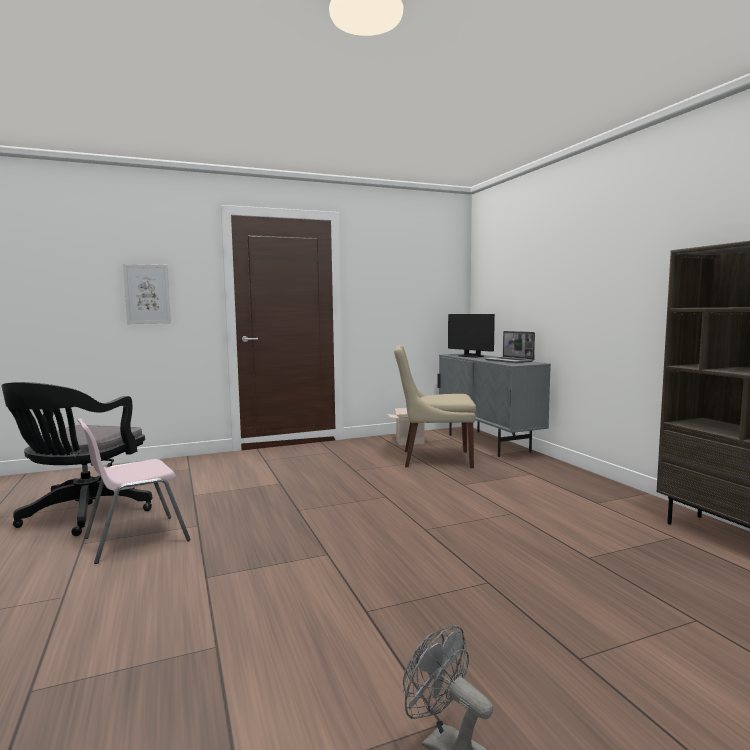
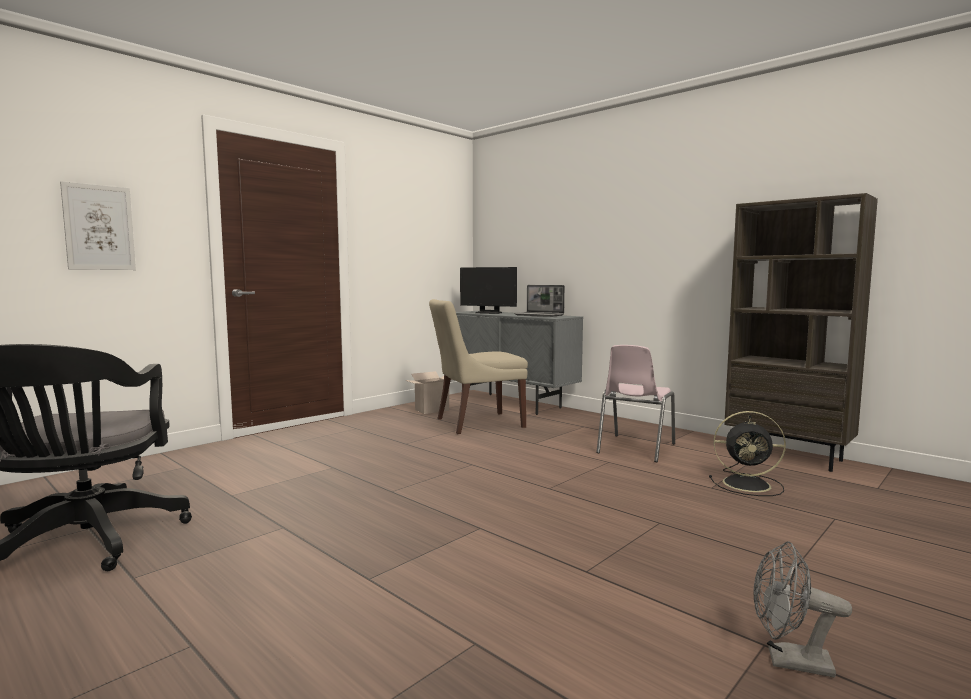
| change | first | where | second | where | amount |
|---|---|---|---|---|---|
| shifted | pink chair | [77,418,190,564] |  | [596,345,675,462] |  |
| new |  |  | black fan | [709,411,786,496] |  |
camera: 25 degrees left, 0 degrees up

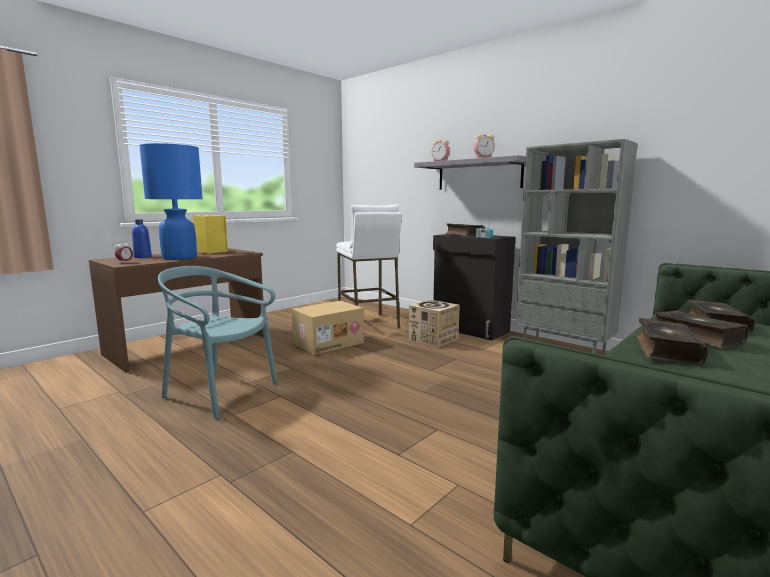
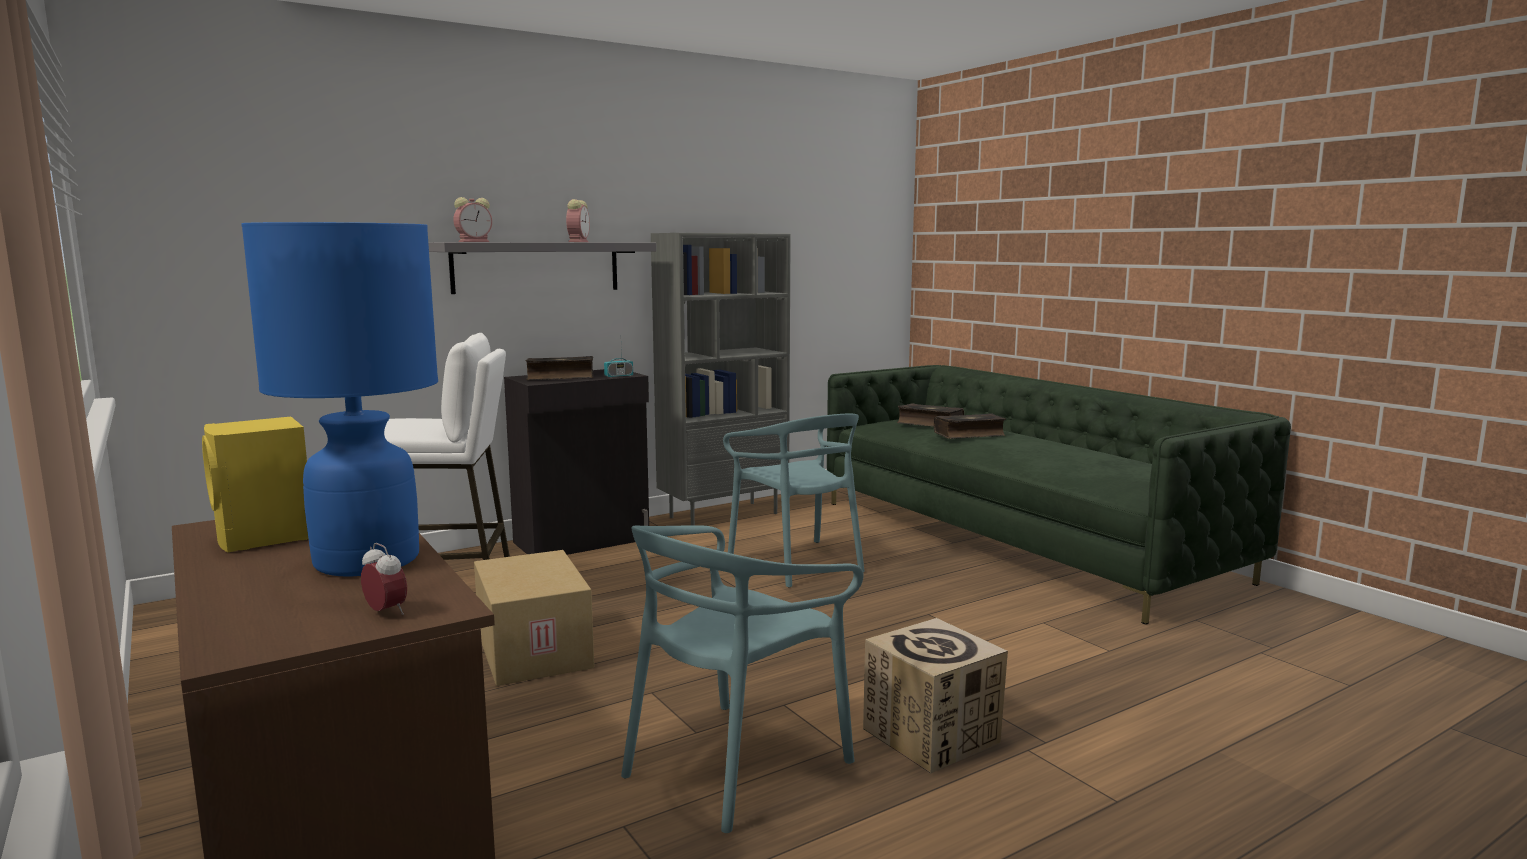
| change | first | where | second | where | amount |
|---|---|---|---|---|---|
| new |  |  | turquoise chair | [723,414,865,588] |  |
| shifted | cardboard box | [409,300,460,347] |  | [863,618,1008,774] |  |
| gone | blue bottle | [132,219,152,258] |  |  |  |
| gone | book | [635,318,708,365] |  |  |  |
camera: 75 degrees left, 0 degrees up

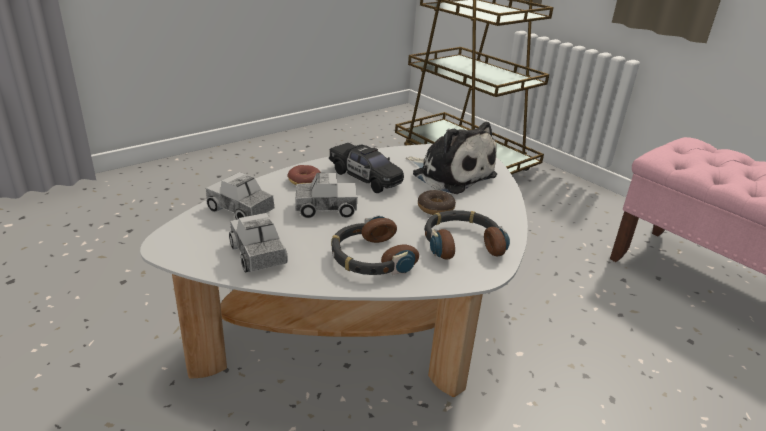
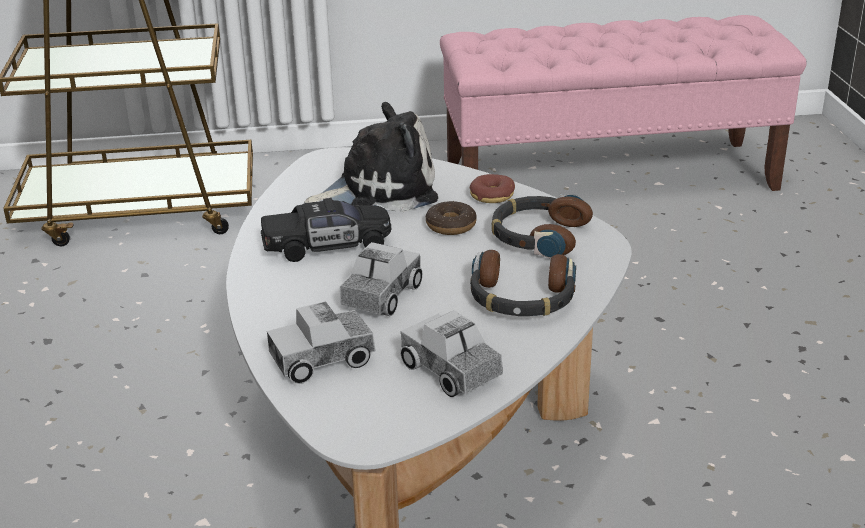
| change | first | where | second | where | amount |
|---|---|---|---|---|---|
| rotated | toy truck | [229,213,288,272] |  | [400,310,503,397] | 45 degrees clockwise |
| shifted | donut | [287,165,321,185] |  | [470,174,515,203] |  |
camera: 55 degrees left, 0 degrees up

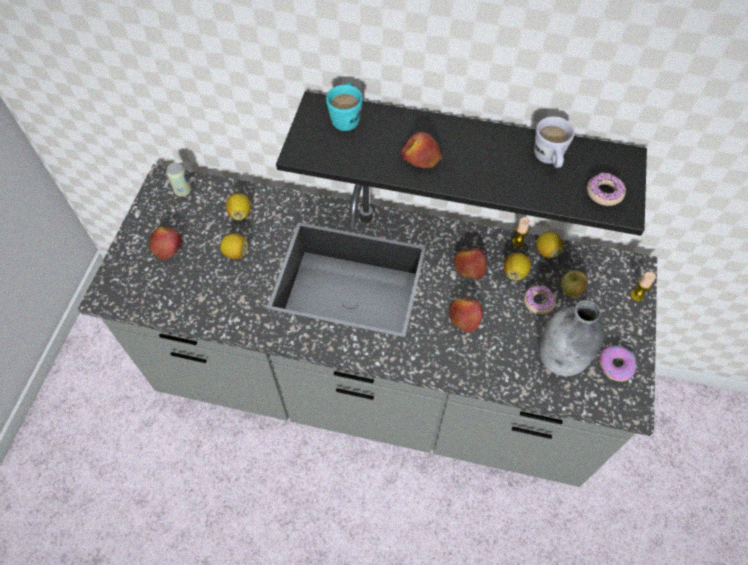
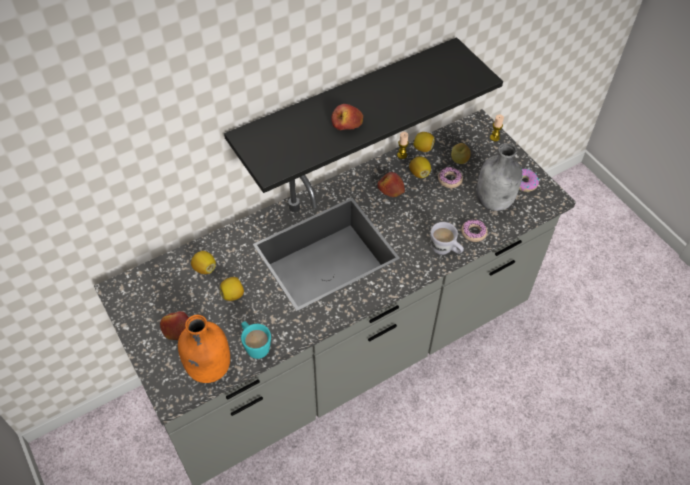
| change | first | where | second | where | amount |
|---|---|---|---|---|---|
| new |  |  | orange bottle | [178,315,230,383] |  |
| shifted | turquoise mug | [326,82,363,131] |  | [241,321,271,359] |  |
| shifted | white mug | [534,116,575,168] |  | [430,222,464,255] |  |
| shifted | donut | [587,173,626,206] |  | [461,219,488,242] |  |
| gone | can | [166,162,192,197] |  |  |  |
| gone | apple | [449,298,483,333] |  |  |  |
camera: 45 degrees left, 5 degrees down

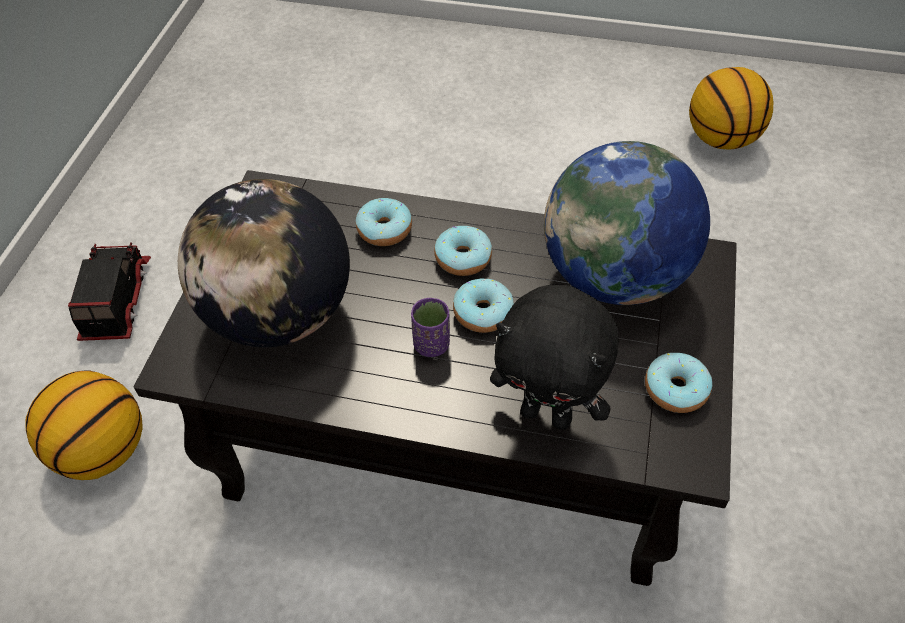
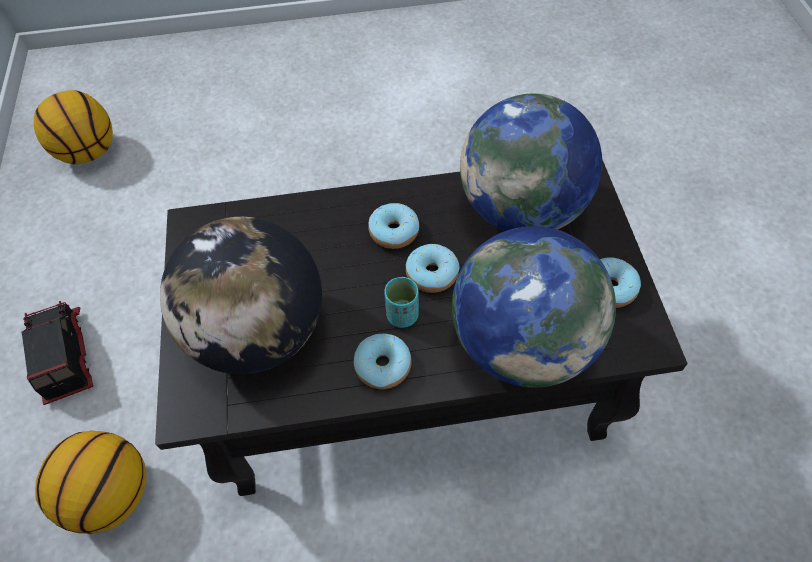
| change | first | where | second | where | amount |
|---|---|---|---|---|---|
| shifted | basketball | [689,67,773,150] |  | [34,90,113,165] |  |
| shifted | donut | [355,198,412,246] |  | [354,333,412,389] |  |
| repainted | purple cup | [411,298,450,357] | turquoise cup | [384,277,419,328] |  |
| swapped | black plush toy | [490,284,619,430] | globe | [452,226,616,388] |  |
camera: 20 degrees left, 5 degrees up

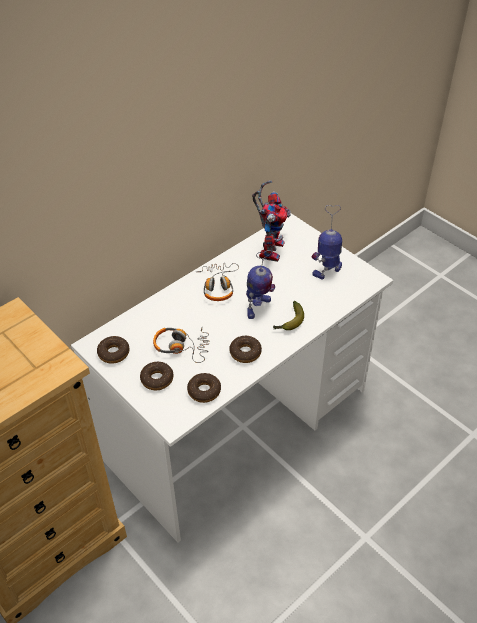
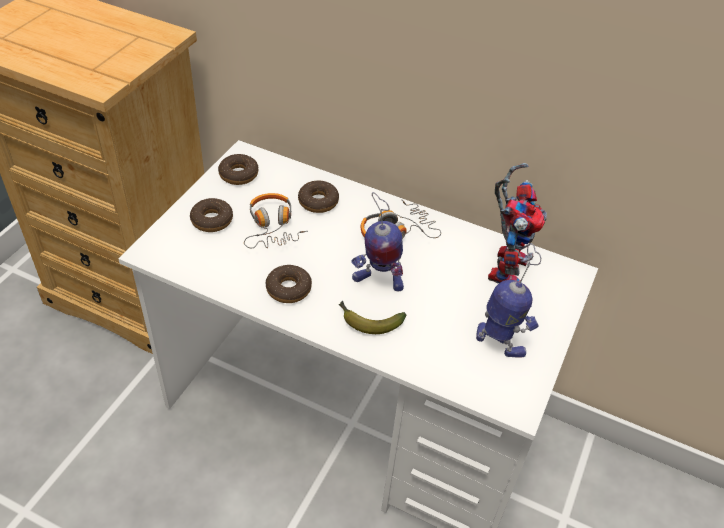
| change | first | where | second | where | amount |
|---|---|---|---|---|---|
| shifted | donut | [187,373,221,403] |  | [298,180,339,213] |  |
| rotated | toy robot | [252,180,291,262] |  | [488,163,547,284] | 60 degrees counterclockwise |
camera: 65 degrees right, 0 degrees up

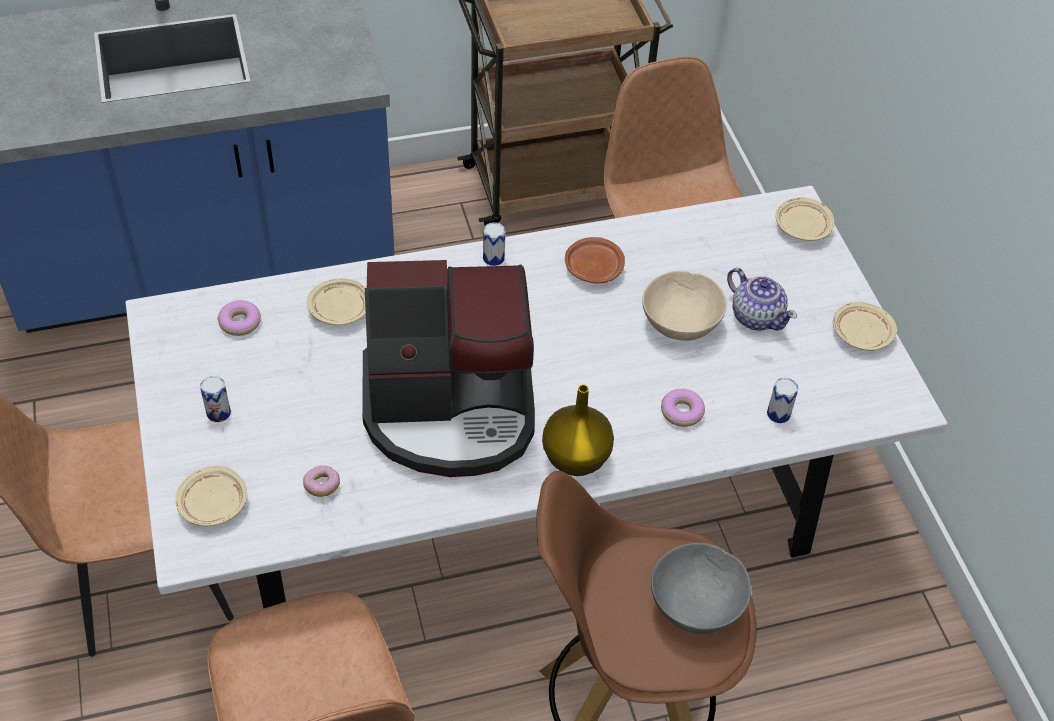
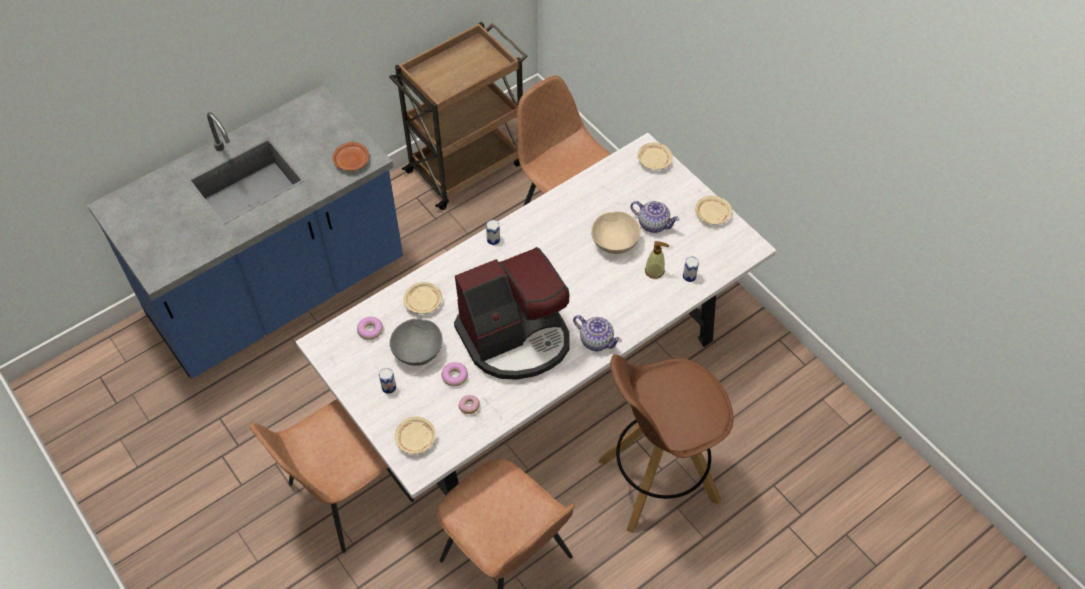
| change | first | where | second | where | amount |
|---|---|---|---|---|---|
| shifted | brown plate | [565,237,625,283] |  | [332,142,369,171] |  |
| shifted | grey bowl | [651,543,751,634] |  | [390,319,442,366] |  |
| shifted | donut | [661,389,705,427] |  | [441,362,468,386] |  |
| swapped | yellow vase | [542,384,614,476] | teapot | [573,315,622,351] |  |
| new |  |  | soap dispenser | [645,241,669,279] |  |
camera: 20 degrees left, 5 degrees up

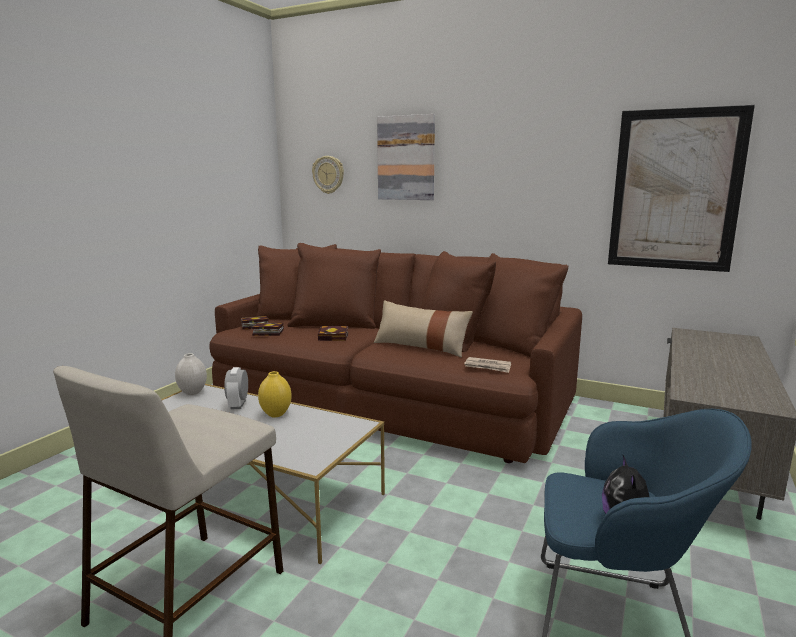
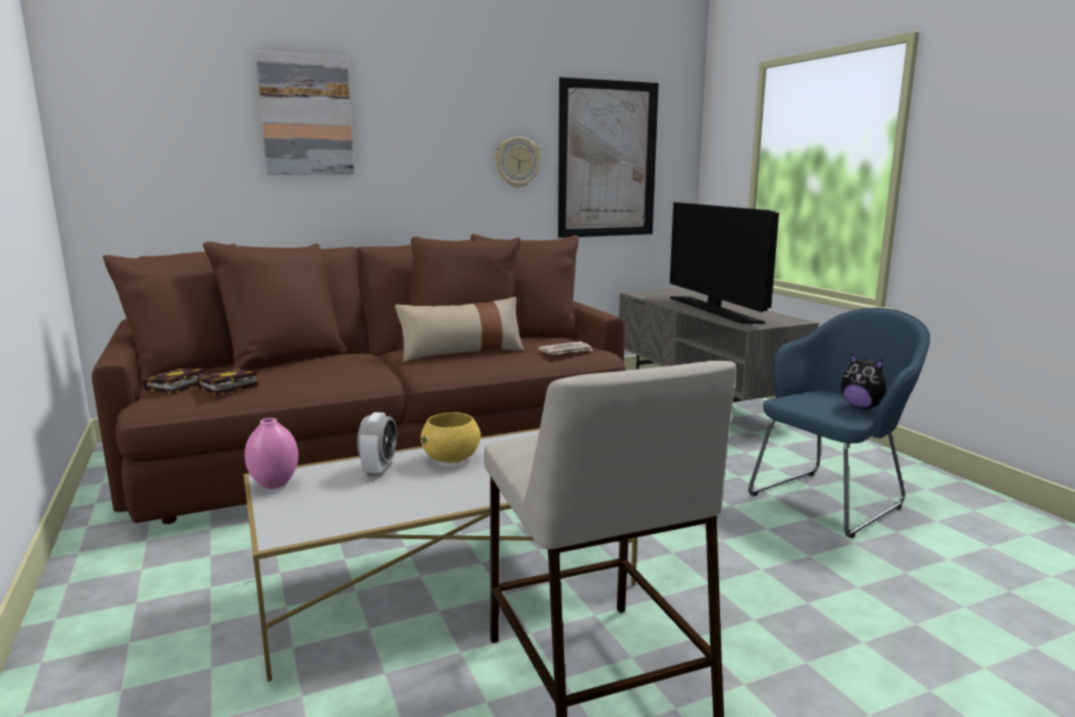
| change | first | where | second | where | amount |
|---|---|---|---|---|---|
| repainted | white vase | [175,353,207,395] | pink vase | [245,418,298,489] |  |
| rotated | alarm clock | [224,367,248,409] |  | [357,412,397,477] | 120 degrees counterclockwise |
| swapped | yellow vase | [258,371,292,417] | yellow bowl | [421,412,481,463] |  |
| shifted | wall clock | [312,156,344,194] |  | [495,137,541,188] |  |
| new |  |  | television | [670,202,779,324] |  |
| gone | book | [318,326,348,341] |  |  |  |
camera: 50 degrees left, 0 degrees up

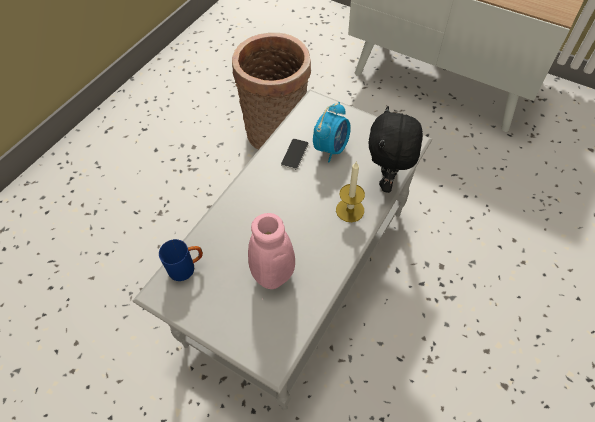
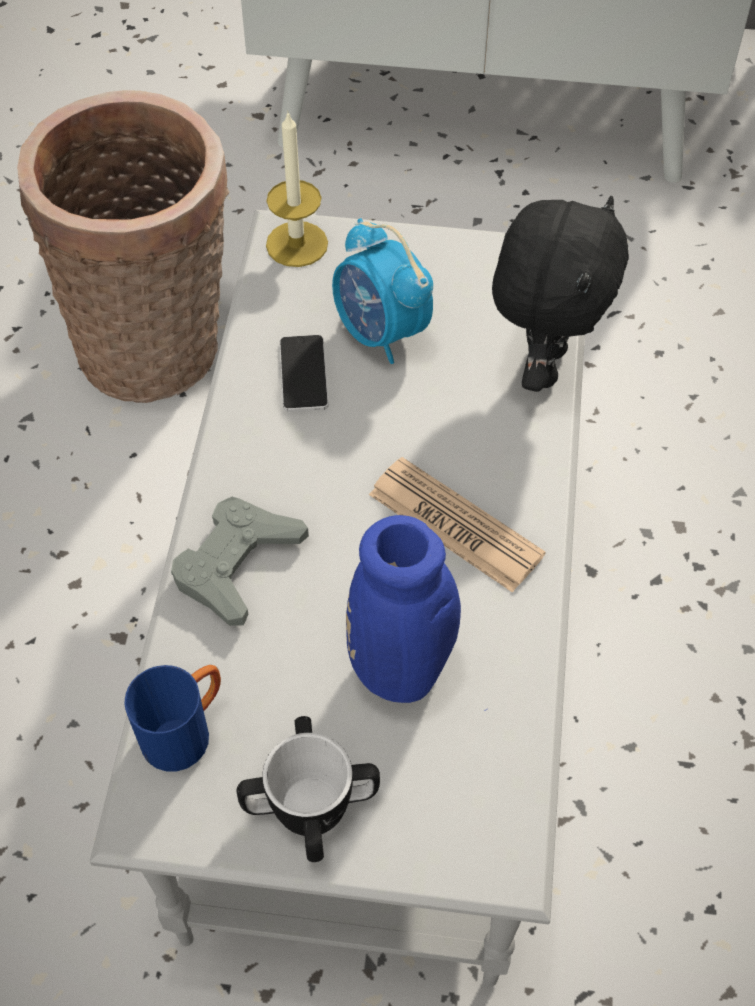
| change | first | where | second | where | amount |
|---|---|---|---|---|---|
| new |  |  | grey game controller | [171,497,309,626] |  |
| new |  |  | mug | [237,716,380,862] |  |
| shifted | candle | [336,161,365,222] |  | [266,110,328,267] |  |
| rotated | alarm clock | [313,102,351,163] |  | [332,218,433,364] | 135 degrees clockwise |
| repainted | pink vase | [248,213,295,289] | blue vase | [346,515,487,711] |  |
| new |  |  | newspaper | [369,457,546,593] |  |
| rotated | black plush toy | [368,106,423,193] |  | [492,196,629,392] | 150 degrees counterclockwise |
camera: 25 degrees left, 0 degrees up

